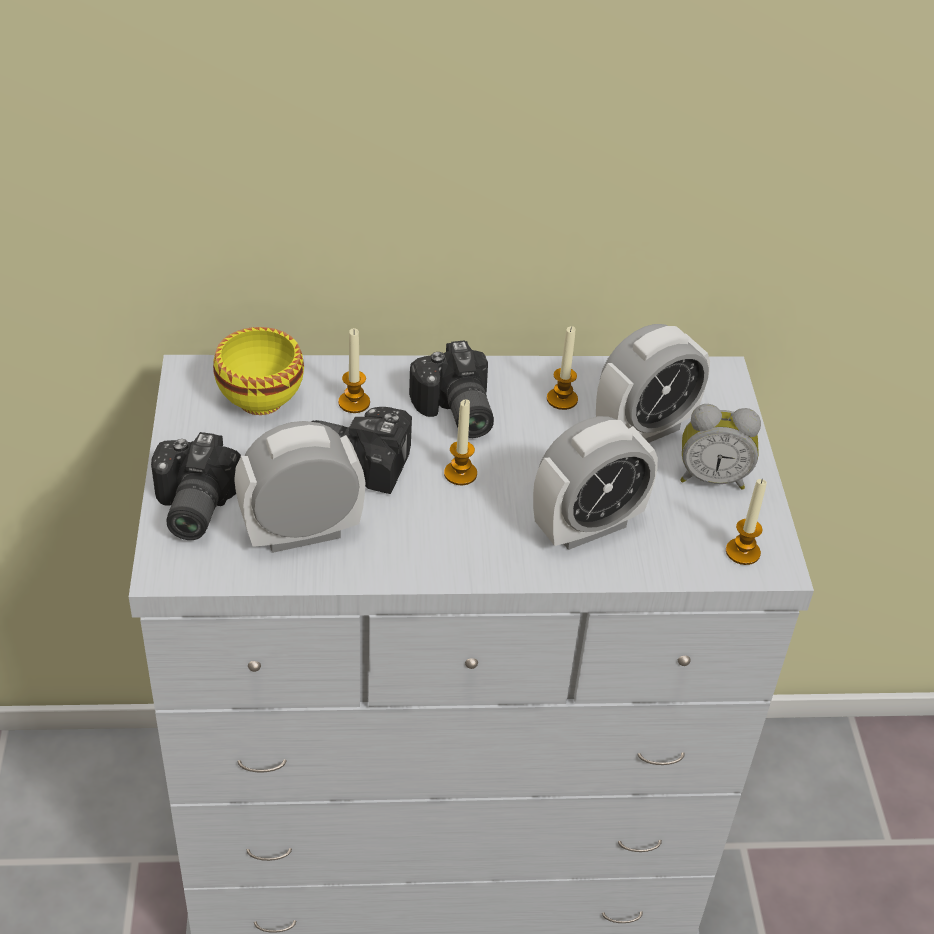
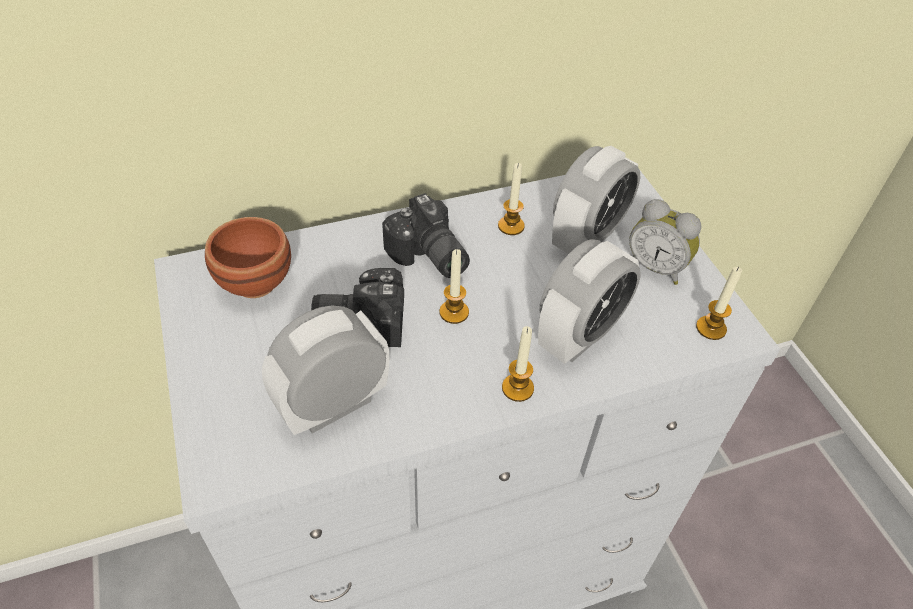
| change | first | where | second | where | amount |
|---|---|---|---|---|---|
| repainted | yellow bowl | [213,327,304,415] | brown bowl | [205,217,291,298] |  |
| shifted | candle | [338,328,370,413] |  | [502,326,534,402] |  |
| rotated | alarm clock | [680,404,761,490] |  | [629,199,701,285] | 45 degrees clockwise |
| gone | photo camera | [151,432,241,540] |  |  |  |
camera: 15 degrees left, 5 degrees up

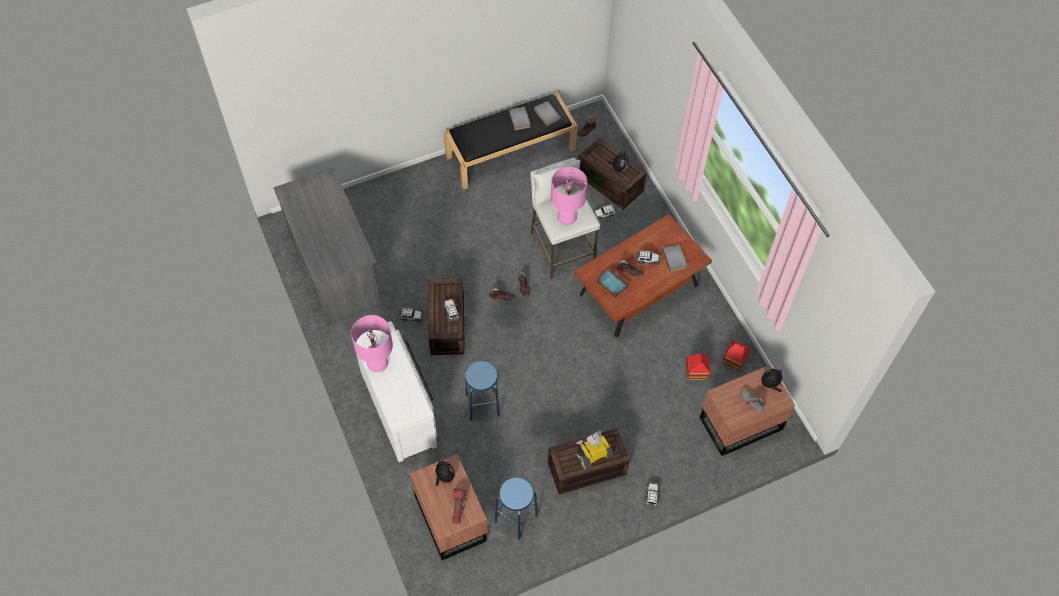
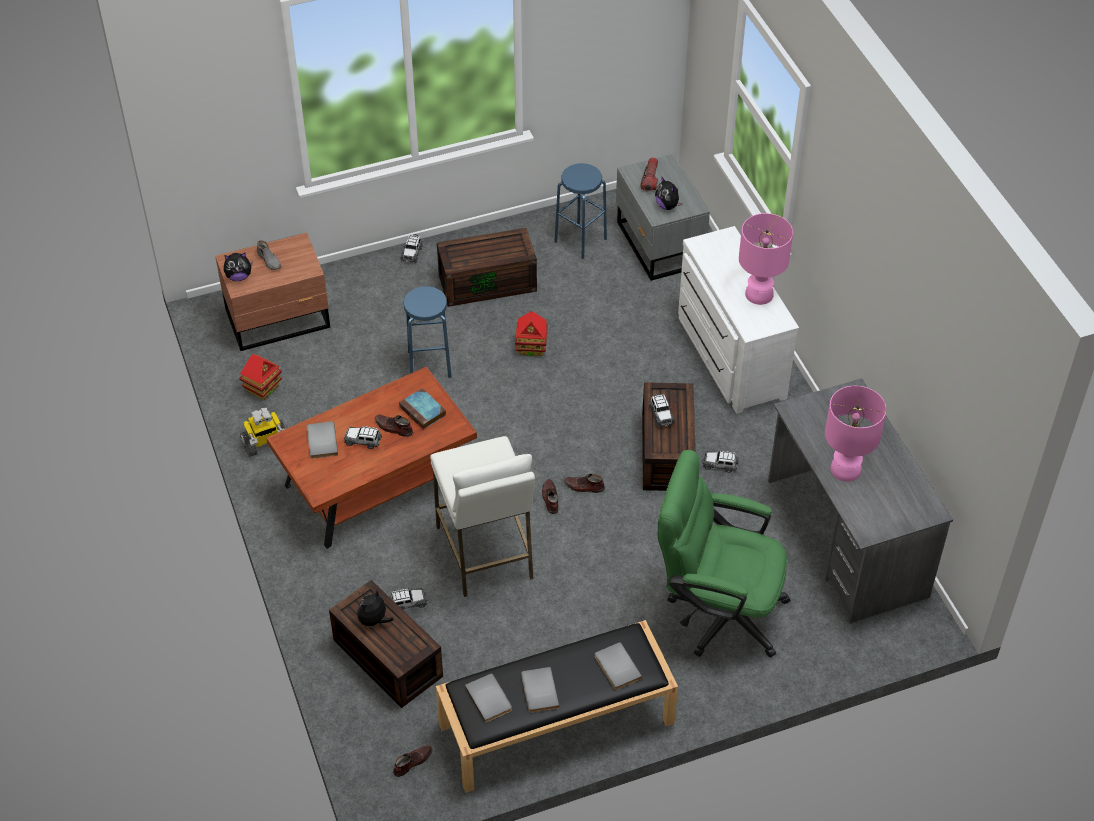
| change | first | where | second | where | amount |
|---|---|---|---|---|---|
| shifted | toy robot | [575,430,613,470] |  | [240,408,285,457] |  |
| shifted | blue stool | [465,361,500,421] |  | [403,286,452,378] |  |
| shifted | toy house | [686,354,711,380] |  | [515,311,548,356] |  |
| new |  |  | grey book | [595,642,642,690] |  |
| repainted | brown nightstand | [410,454,488,560] | grey nightstand | [616,154,710,281] |  |
| new |  |  | green office chair | [658,450,791,658] |  |
| shifted | pink table lamp | [551,167,587,225] |  | [825,386,886,482] |  |
camera: 175 degrees left, 10 degrees down

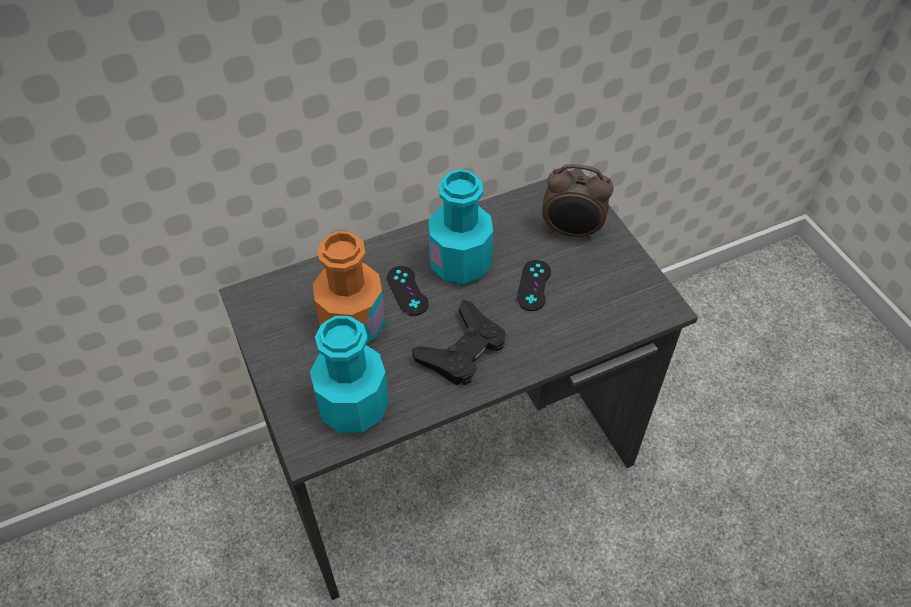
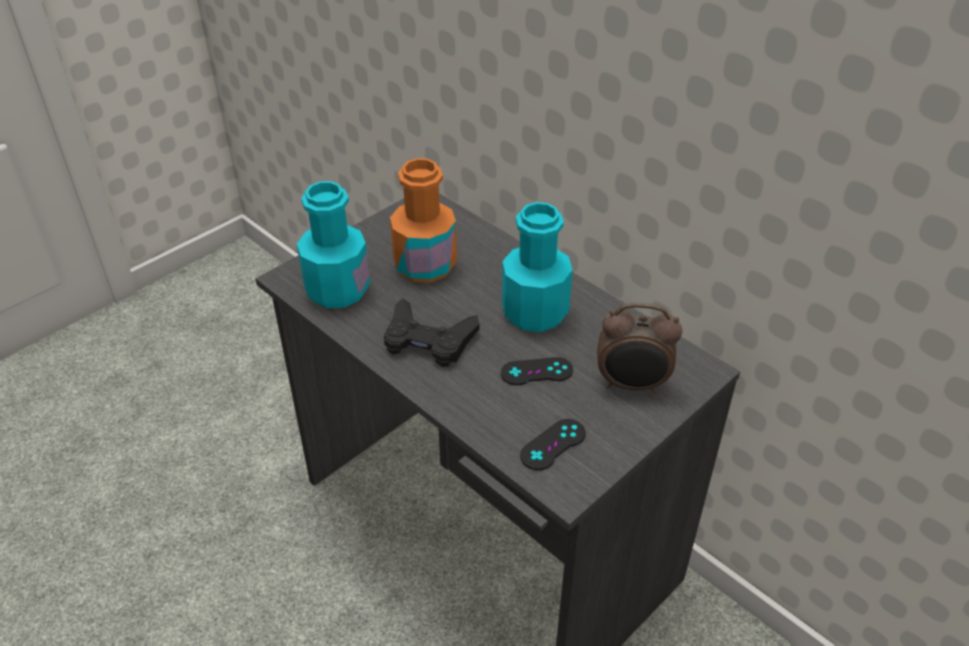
| change | first | where | second | where | amount |
|---|---|---|---|---|---|
| shifted | black game controller | [387,266,429,316] |  | [520,419,586,470] |  |
| rotated | alarm clock | [542,164,613,240] |  | [597,302,682,394] | 75 degrees counterclockwise |
camera: 70 degrees right, 10 degrees down

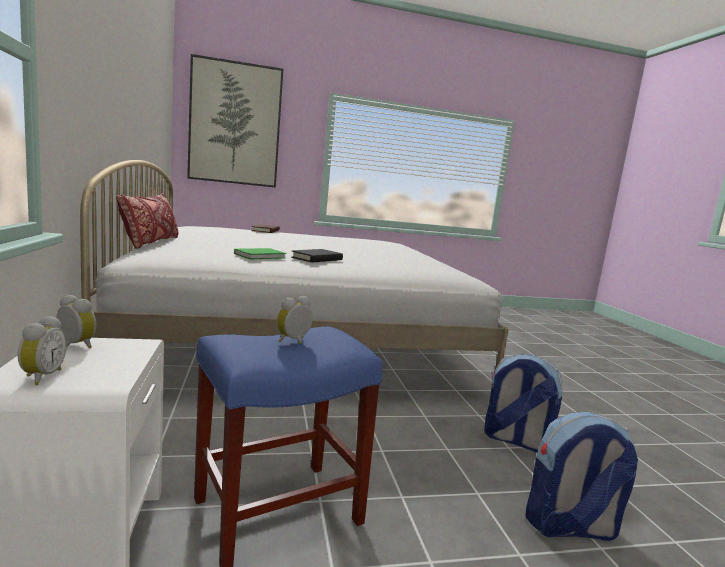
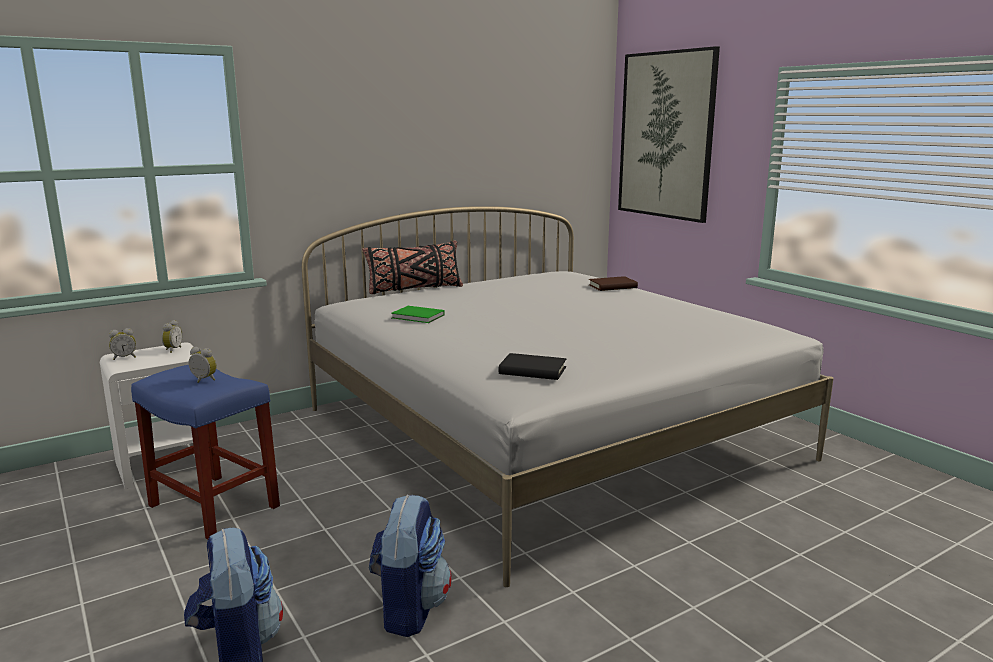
| change | first | where | second | where | amount |
|---|---|---|---|---|---|
| repainted | red pillow | [116,193,178,249] | black pillow | [362,241,463,294] |  |
| shifted | black book | [291,249,343,262] |  | [499,353,566,380] |  |
camera: 70 degrees right, 5 degrees up

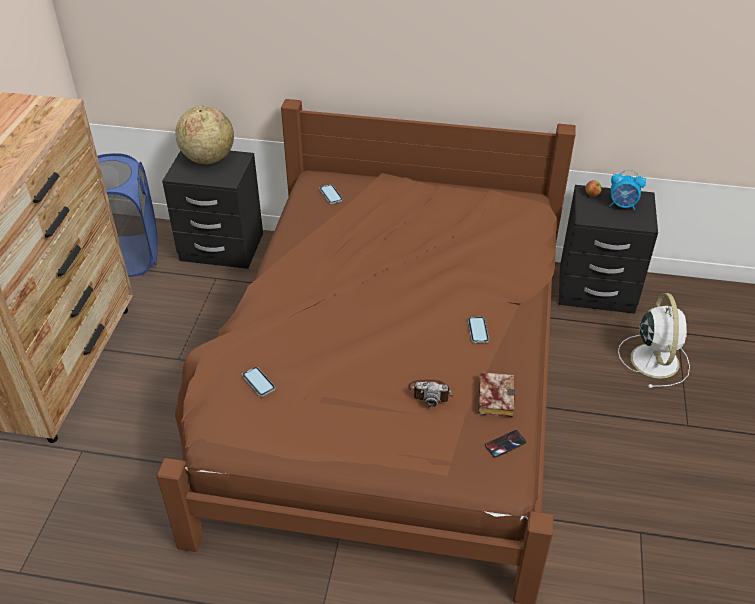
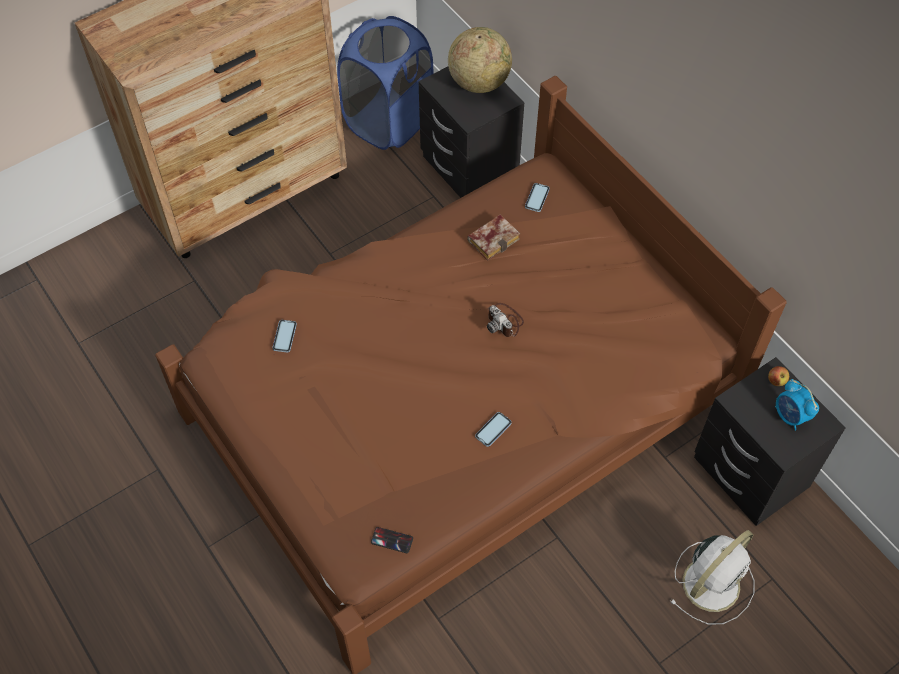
| change | first | where | second | where | amount |
|---|---|---|---|---|---|
| shifted | book | [478,372,515,417] |  | [467,215,520,261] |  |
| shifted | photo camera | [409,380,453,407] |  | [487,303,524,337] |  |
camera: 45 degrees right, 15 degrees up

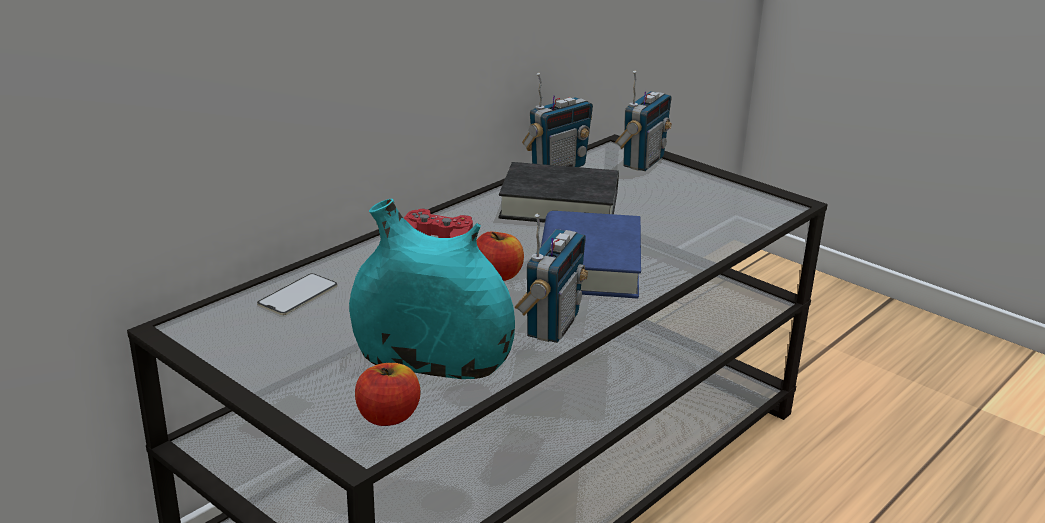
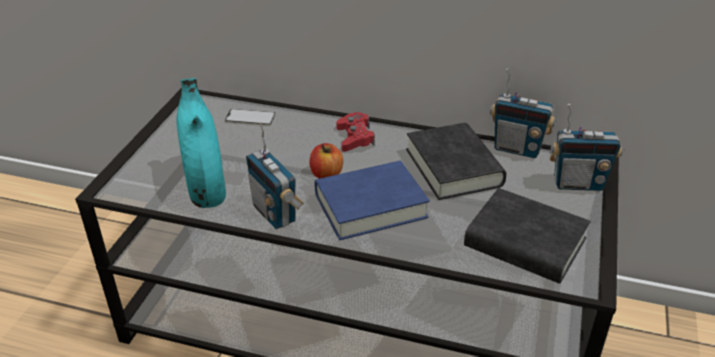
| change | first | where | second | where | amount |
|---|---|---|---|---|---|
| rotated | radio | [515,214,588,343] |  | [246,122,304,229] | 60 degrees clockwise |
| new |  |  | black book | [464,188,591,283] |  |
| gone | apple | [355,363,421,426] |  |  |  |
camera: 65 degrees right, 10 degrees up

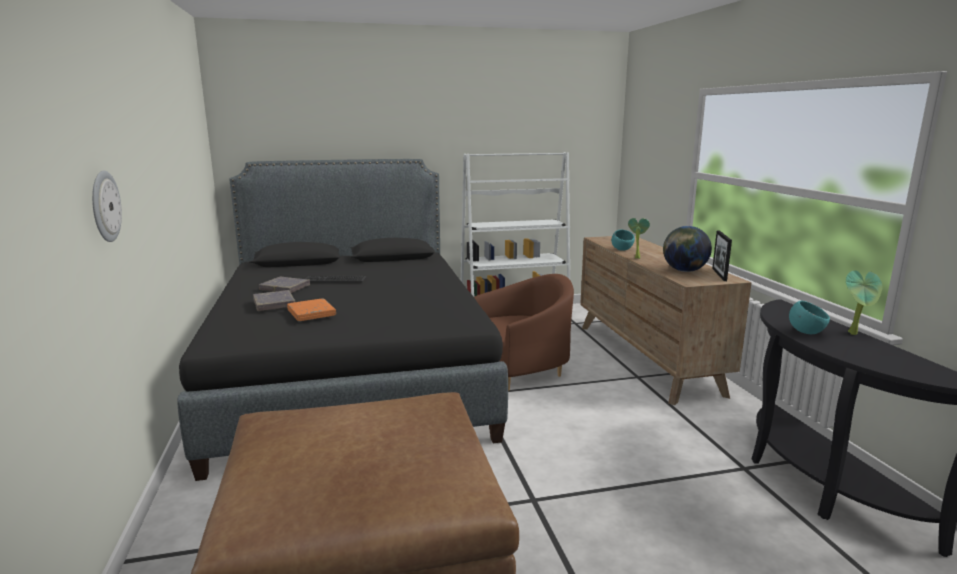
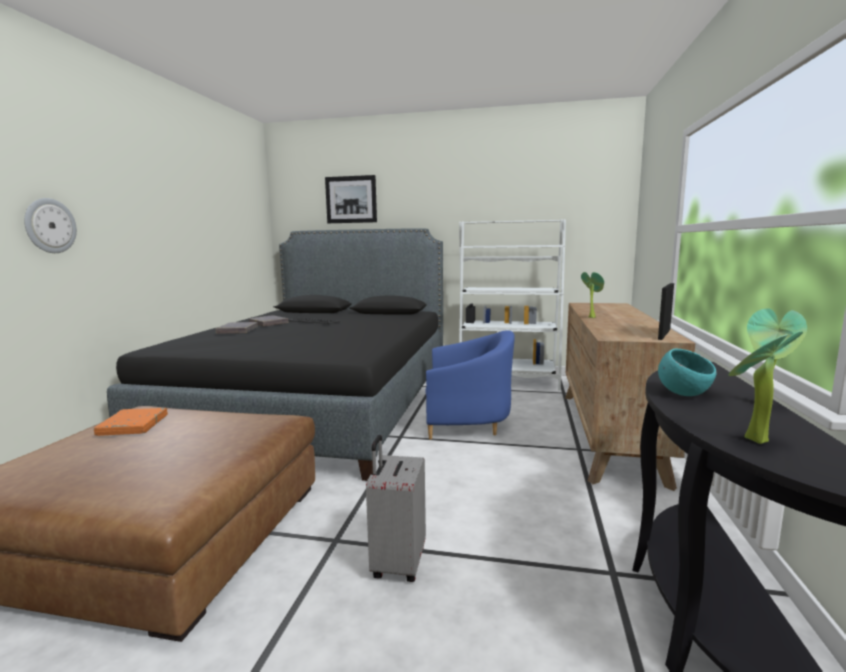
| change | first | where | second | where | amount |
|---|---|---|---|---|---|
| shifted | orange book | [287,298,336,321] |  | [94,408,168,436] |  |
| new |  |  | picture | [325,175,377,223] |  |
| new |  |  | grey suitcase | [366,435,426,582] |  |
| repainted | brown armchair | [474,274,574,391] | blue armchair | [426,330,515,439] |  |
| new |  |  | potted plant | [728,331,803,444] |  |
| gone | turquoise bowl | [612,230,635,251] |  |  |  |
| gone | globe | [663,226,712,272] |  |  |  |
camera: 25 degrees right, 5 degrees down

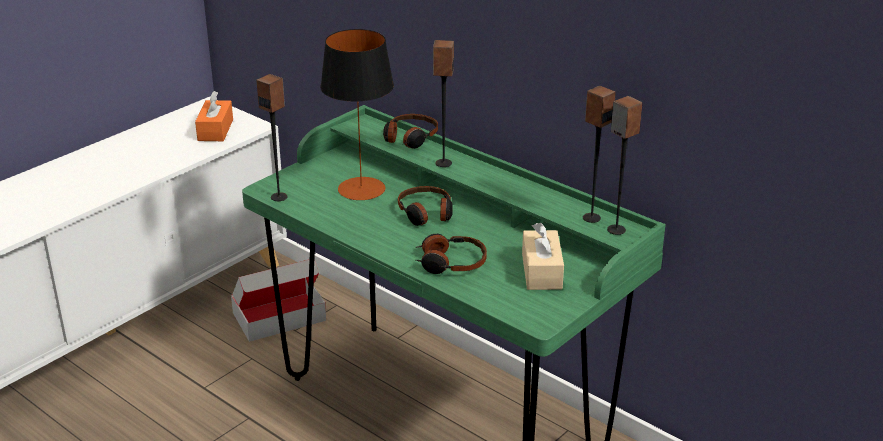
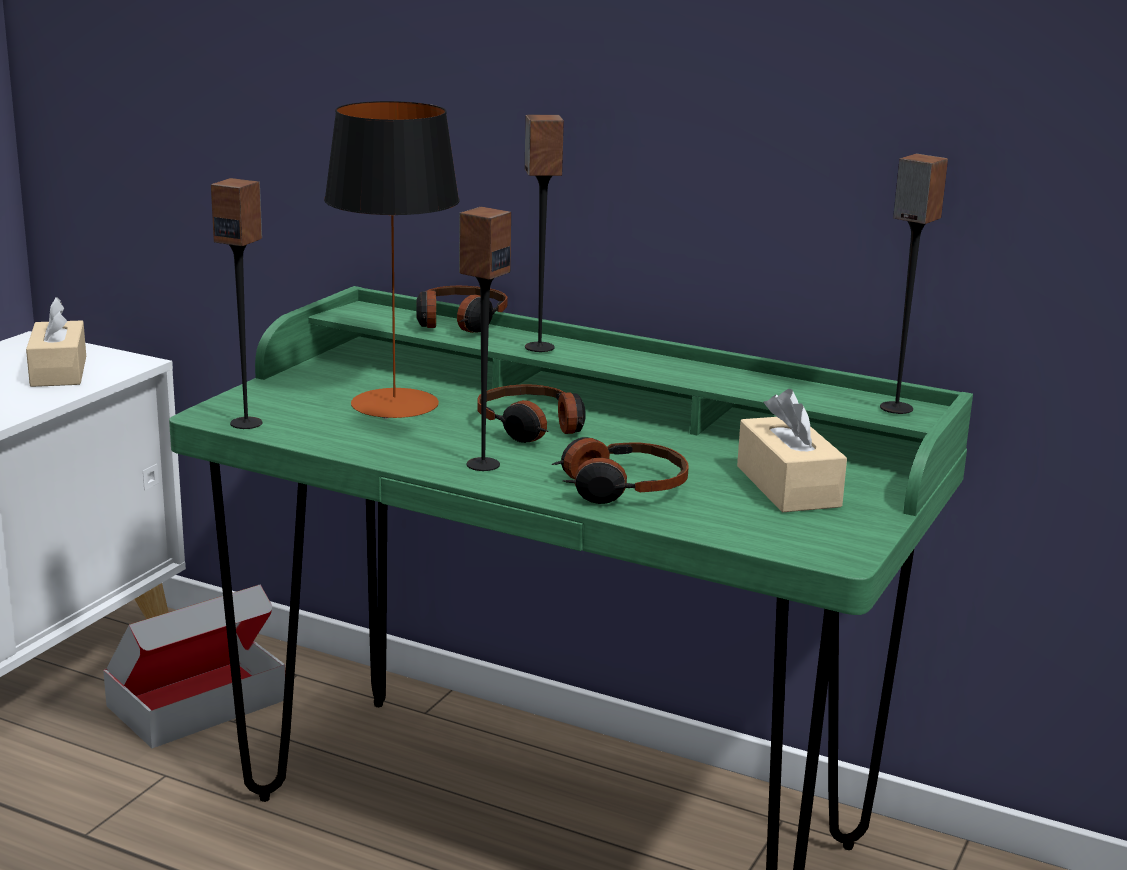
| change | first | where | second | where | amount |
|---|---|---|---|---|---|
| repainted | orange tissue box | [195,91,233,141] | beige tissue box | [26,297,86,387] |  |
| shifted | speaker | [583,86,616,223] |  | [459,207,511,471] |  |
camera: 15 degrees left, 10 degrees down

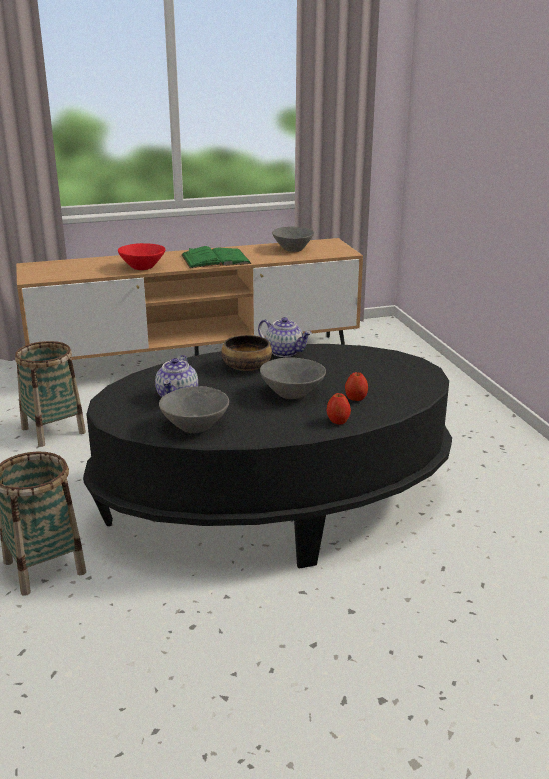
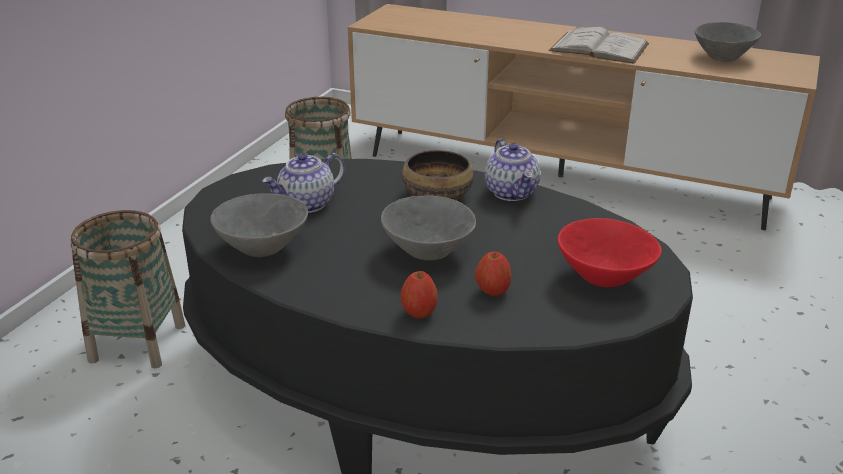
| change | first | where | second | where | amount |
|---|---|---|---|---|---|
| repainted | green book | [181,246,252,268] | white book | [549,25,649,63] |  |
| shifted | red bowl | [118,243,166,270] |  | [558,218,662,287] |  |
camera: 40 degrees right, 5 degrees up

